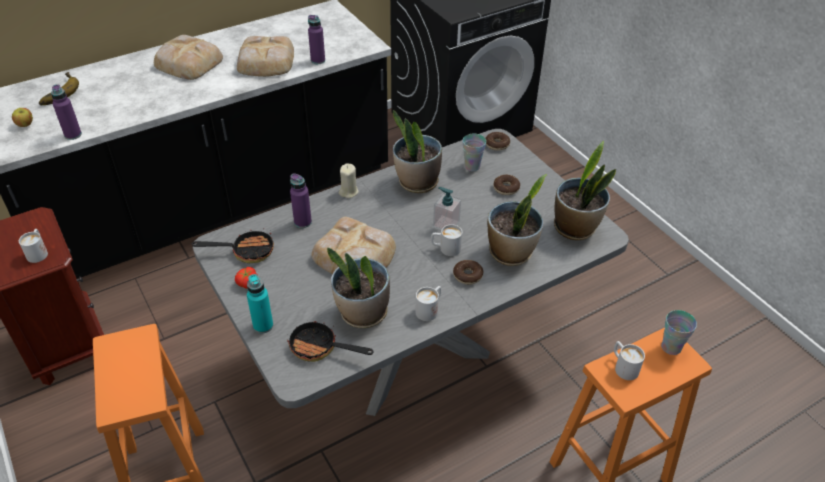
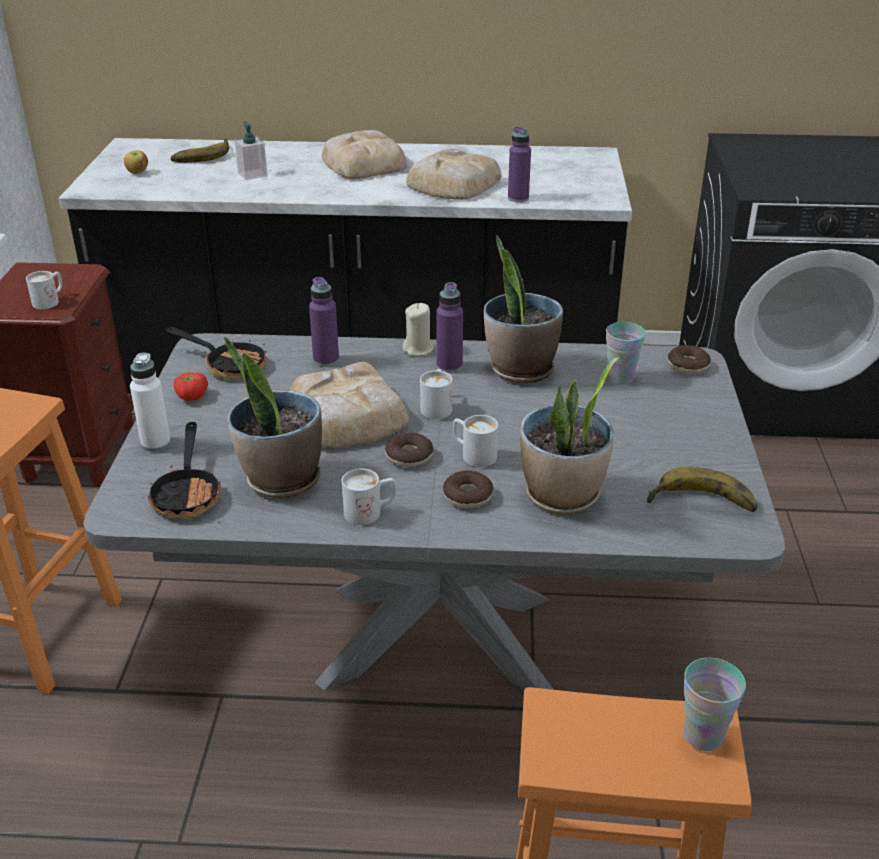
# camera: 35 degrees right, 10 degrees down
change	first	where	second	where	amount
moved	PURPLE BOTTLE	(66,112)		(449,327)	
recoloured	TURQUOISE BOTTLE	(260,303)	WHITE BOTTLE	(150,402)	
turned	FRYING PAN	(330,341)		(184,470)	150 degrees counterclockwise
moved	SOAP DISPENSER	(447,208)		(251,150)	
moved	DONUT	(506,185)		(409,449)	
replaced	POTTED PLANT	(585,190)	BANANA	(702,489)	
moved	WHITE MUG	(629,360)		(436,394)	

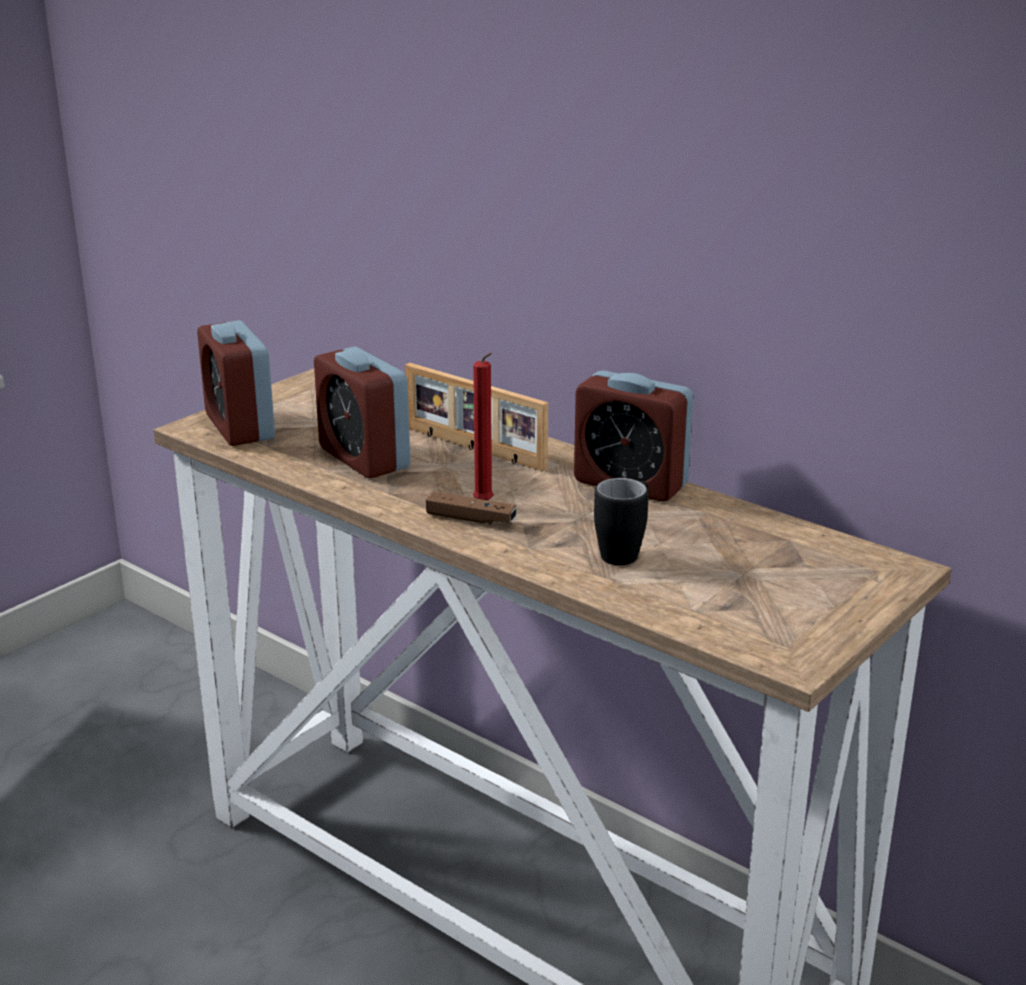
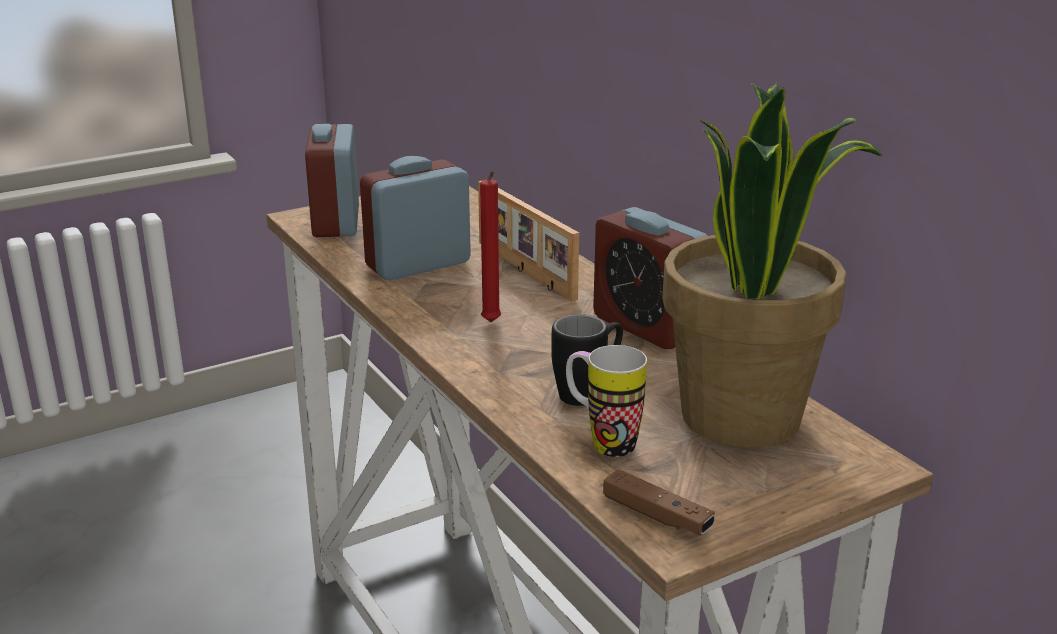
# camera: 20 degrees right, 0 degrees up
change	first	where	second	where	amount
turned	ALARM CLOCK	(362,412)		(415,218)	75 degrees clockwise
moved	BROWN GAME CONTROLLER	(471,508)		(659,502)	
added			MUG	(606,401)	
added			POTTED PLANT	(772,265)	

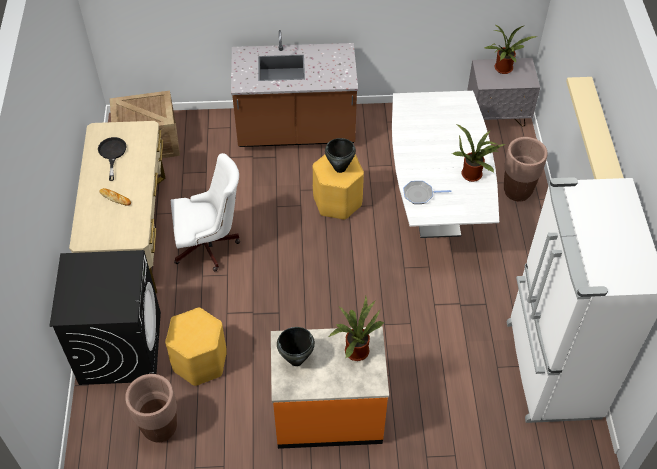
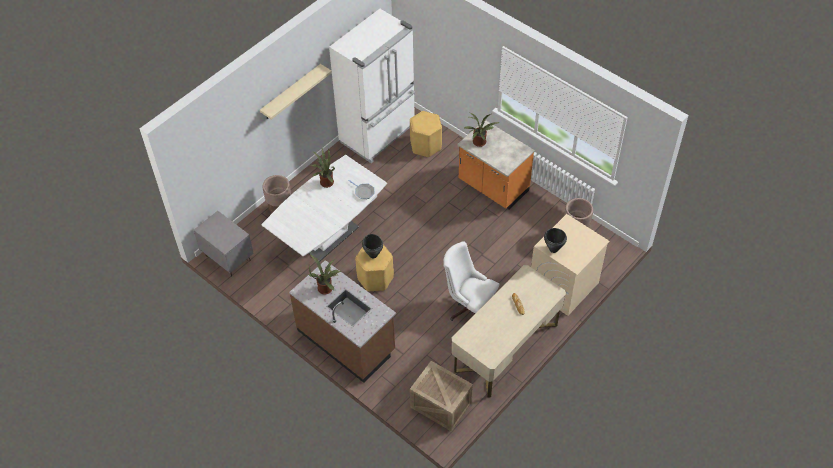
# camera: 135 degrees left, 0 degrees up
change	first	where	second	where	amount
recoloured	BLACK WASHING MACHINE	(105,317)	BEIGE WASHING MACHINE	(570,265)	
removed	BLACK FRYING PAN	(112,159)			
moved	YELLOW STOOL	(196,347)		(426,134)	
moved	BLACK COOKING POT	(296,346)		(555,240)	
moved	POTTED PLANT	(510,49)		(325,274)	

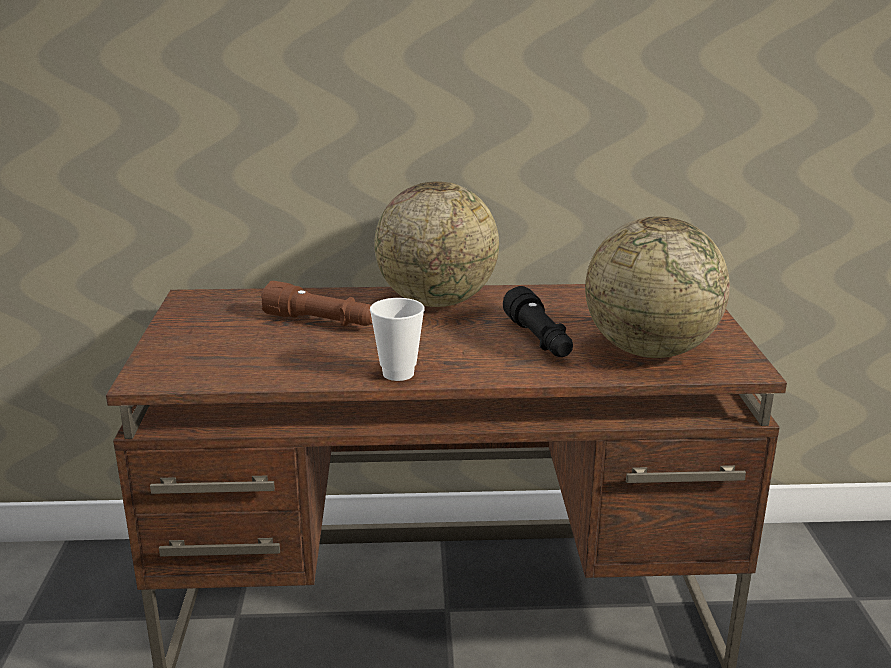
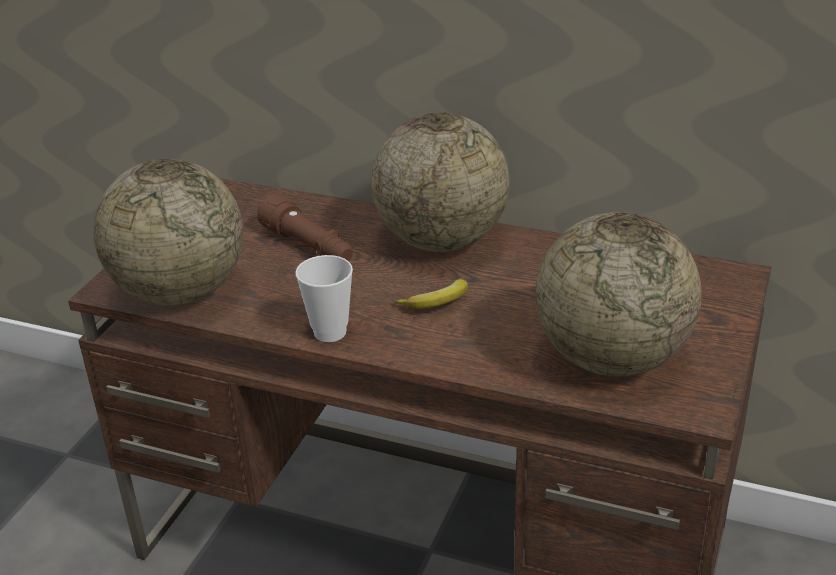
# camera: 25 degrees right, 10 degrees up
change	first	where	second	where	amount
removed	BLACK FLASHLIGHT	(538,321)			
added			GLOBE	(168,232)	
added			BANANA	(431,294)	

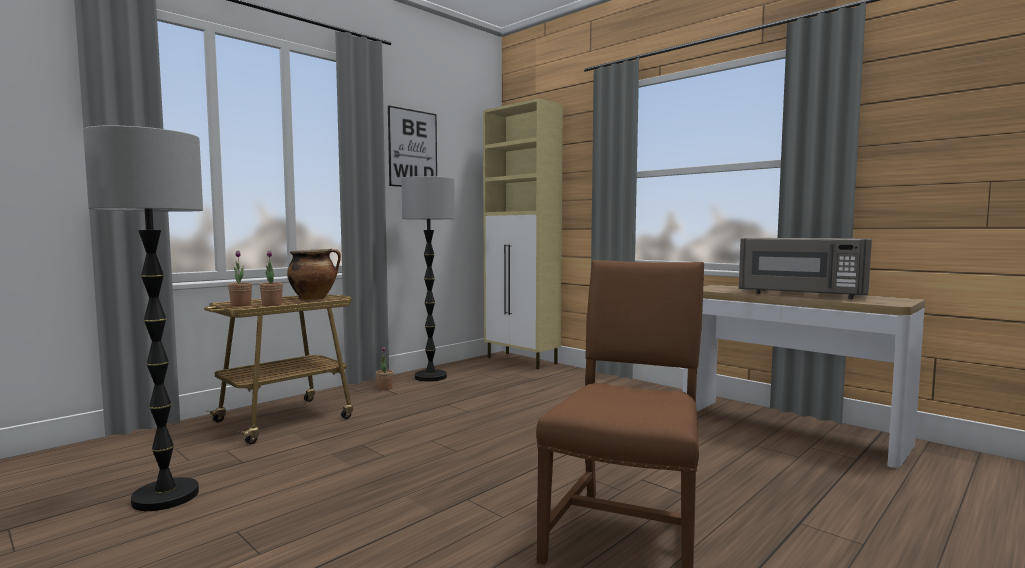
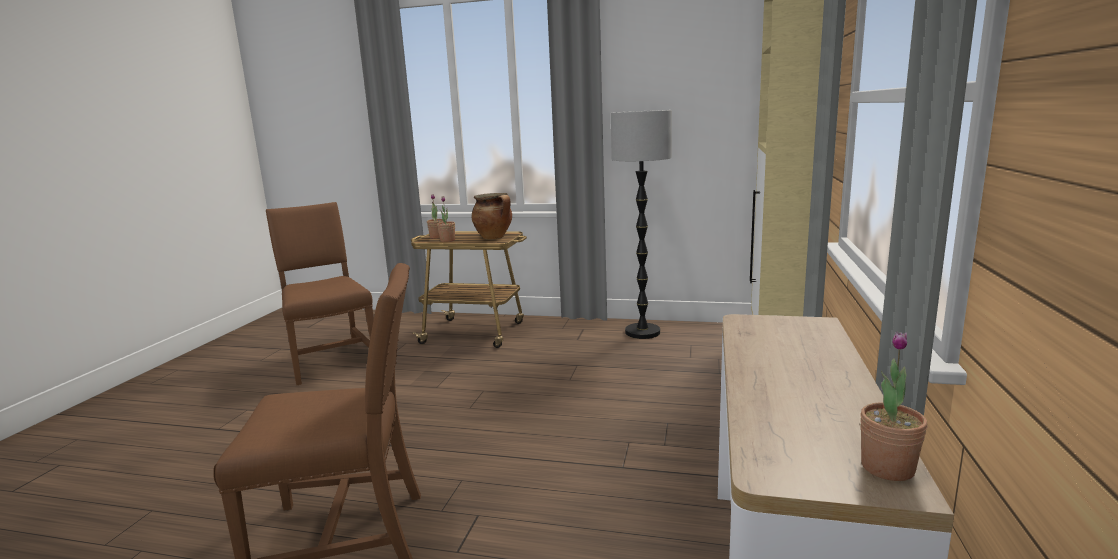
# camera: 60 degrees right, 10 degrees up
change	first	where	second	where	amount
replaced	FLOOR LAMP	(143,318)	BROWN CHAIR	(320,293)	
moved	POTTED PLANT	(384,368)		(894,406)	
removed	PICTURE	(412,146)			
removed	GREY MICROWAVE	(805,268)			

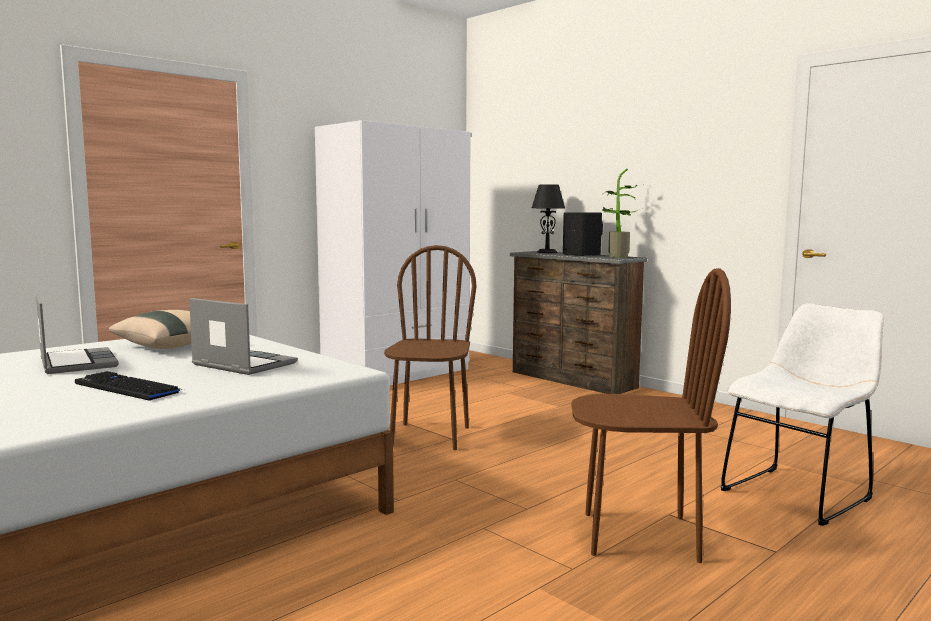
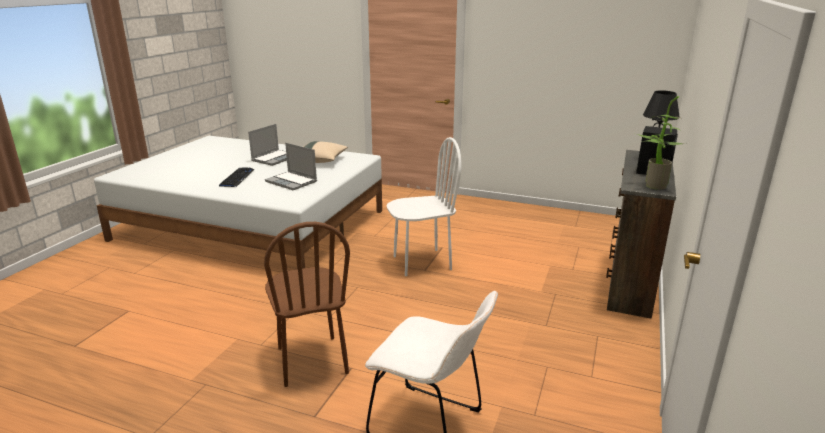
# camera: 65 degrees right, 15 degrees up
change	first	where	second	where	amount
turned	LAPTOP	(243,336)		(291,166)	120 degrees clockwise
removed	WHITE WARDROBE	(393,252)			
recoloured	BROWN CHAIR	(430,347)	WHITE CHAIR	(424,206)	

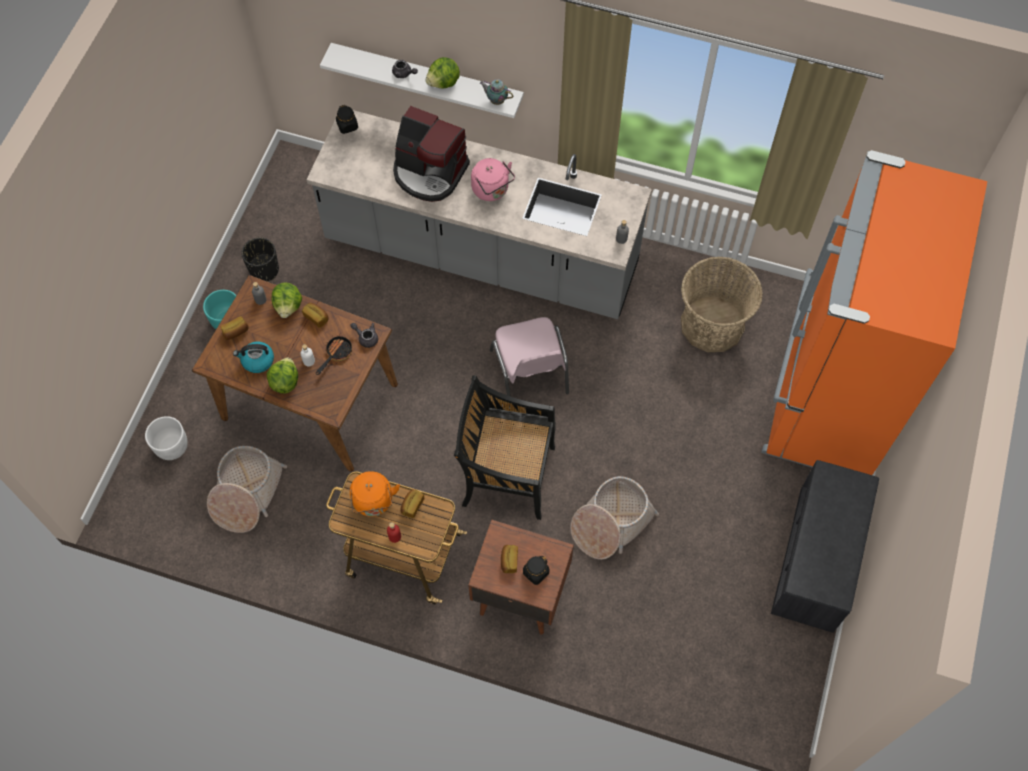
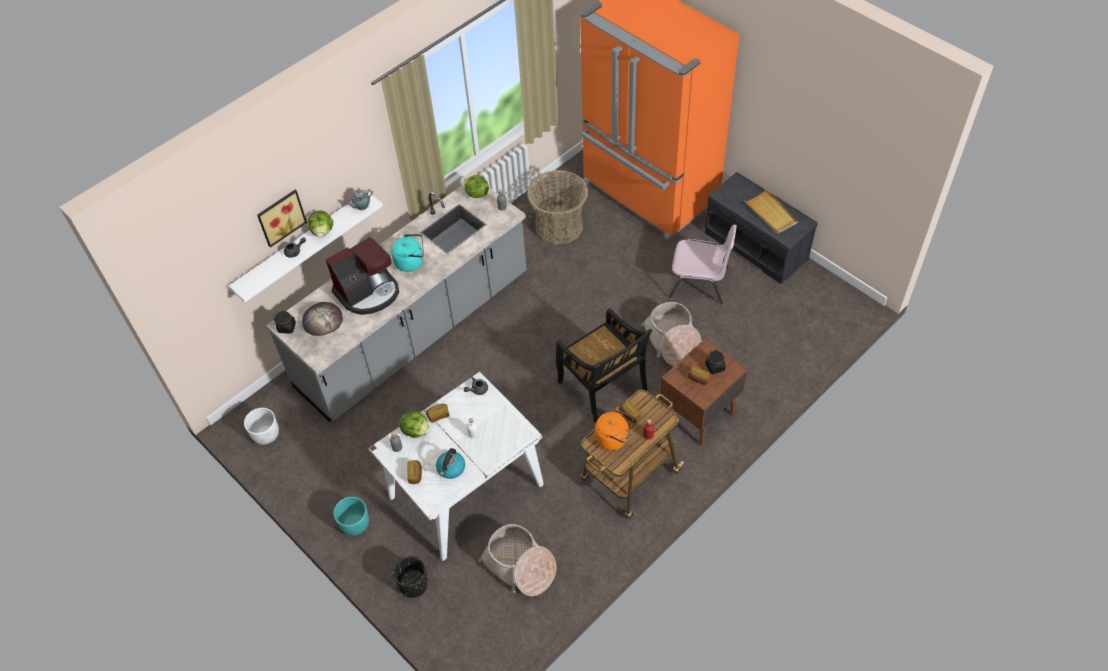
# camera: 60 degrees left, 10 degrees down
change	first	where	second	where	amount
moved	WHITE PLANTER	(166,438)		(261,426)	
recoloured	BROWN DINING TABLE	(295,373)	WHITE DINING TABLE	(456,466)	
moved	BLACK PLANTER	(260,259)		(410,577)	
moved	LETTUCE	(282,376)		(476,186)	
removed	FRYING PAN	(334,354)			
turned	BLACK CHAIR	(505,447)		(604,366)	75 degrees counterclockwise
recoloured	PINK KETTLE	(493,179)	TURQUOISE KETTLE	(407,253)	
moved	PINK CHAIR	(529,362)		(702,264)	
added			PICTURE	(282,219)	
added			BREAD	(322,319)	
added			BEIGE TRAY	(771,211)	

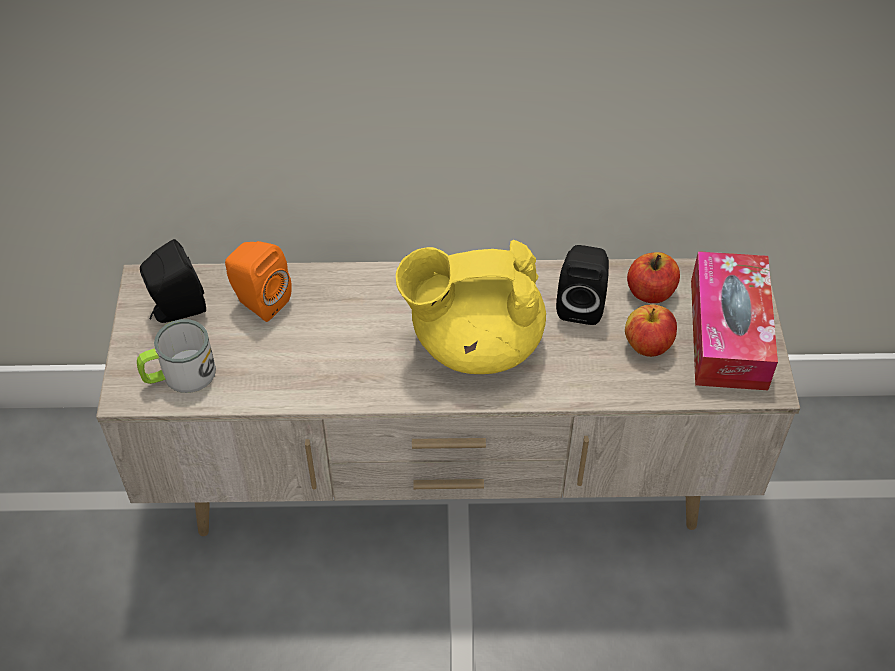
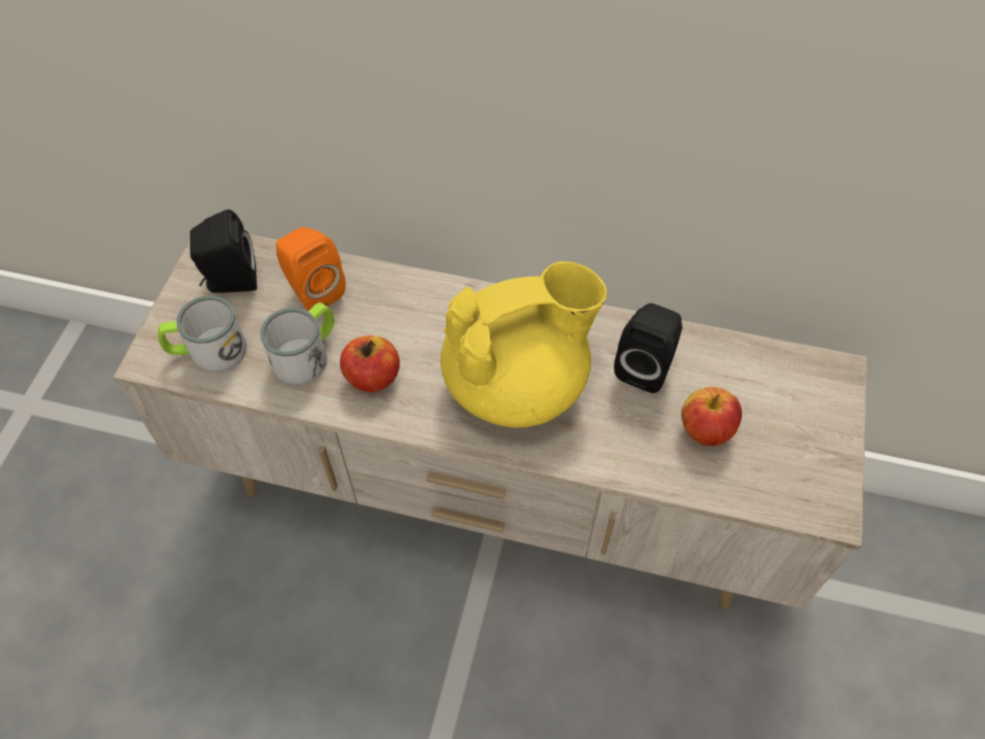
# camera: 15 degrees right, 5 degrees up
change	first	where	second	where	amount
turned	YELLOW TEAPOT	(471,307)		(524,345)	150 degrees clockwise
moved	APPLE	(653,277)		(370,364)	
removed	TISSUE BOX	(734,320)			
added			MUG	(297,343)	

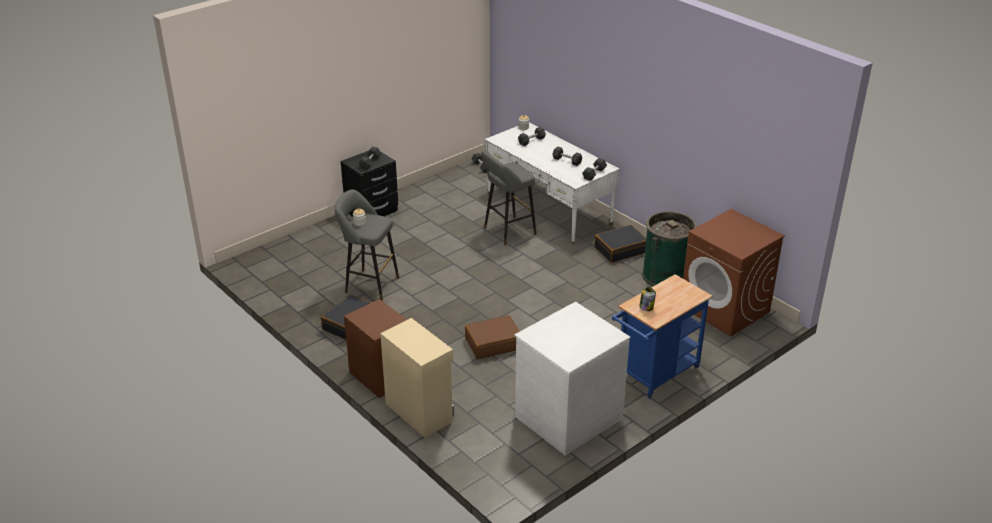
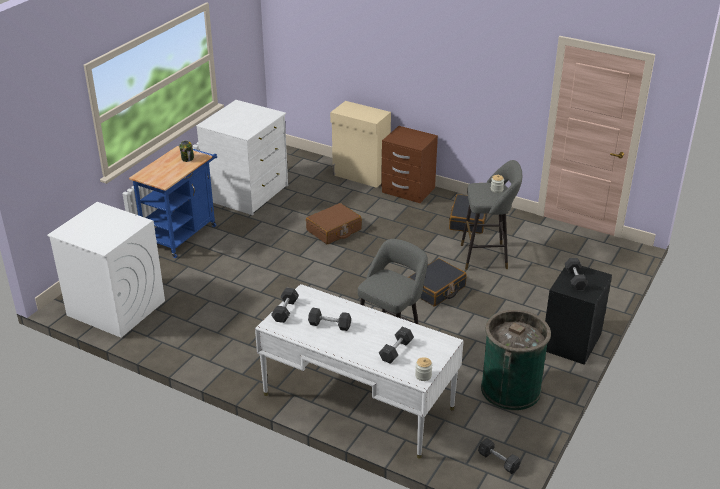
# camera: 160 degrees right, 0 degrees up
change	first	where	second	where	amount
moved	BLACK SUITCASE	(620,244)		(437,282)	
moved	GREEN TRASH CAN	(669,248)		(516,360)	
recoloured	BROWN WASHING MACHINE	(734,272)	WHITE WASHING MACHINE	(106,270)	

